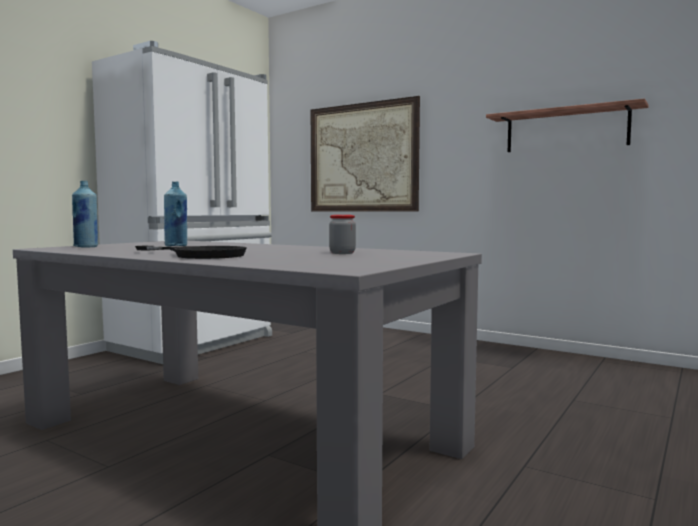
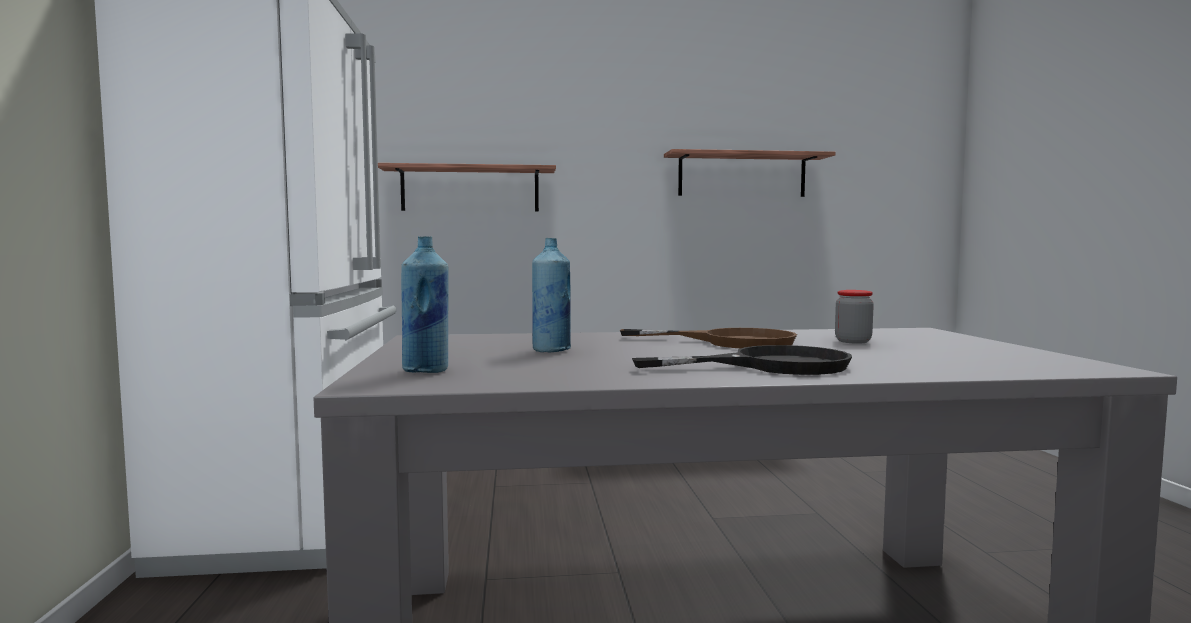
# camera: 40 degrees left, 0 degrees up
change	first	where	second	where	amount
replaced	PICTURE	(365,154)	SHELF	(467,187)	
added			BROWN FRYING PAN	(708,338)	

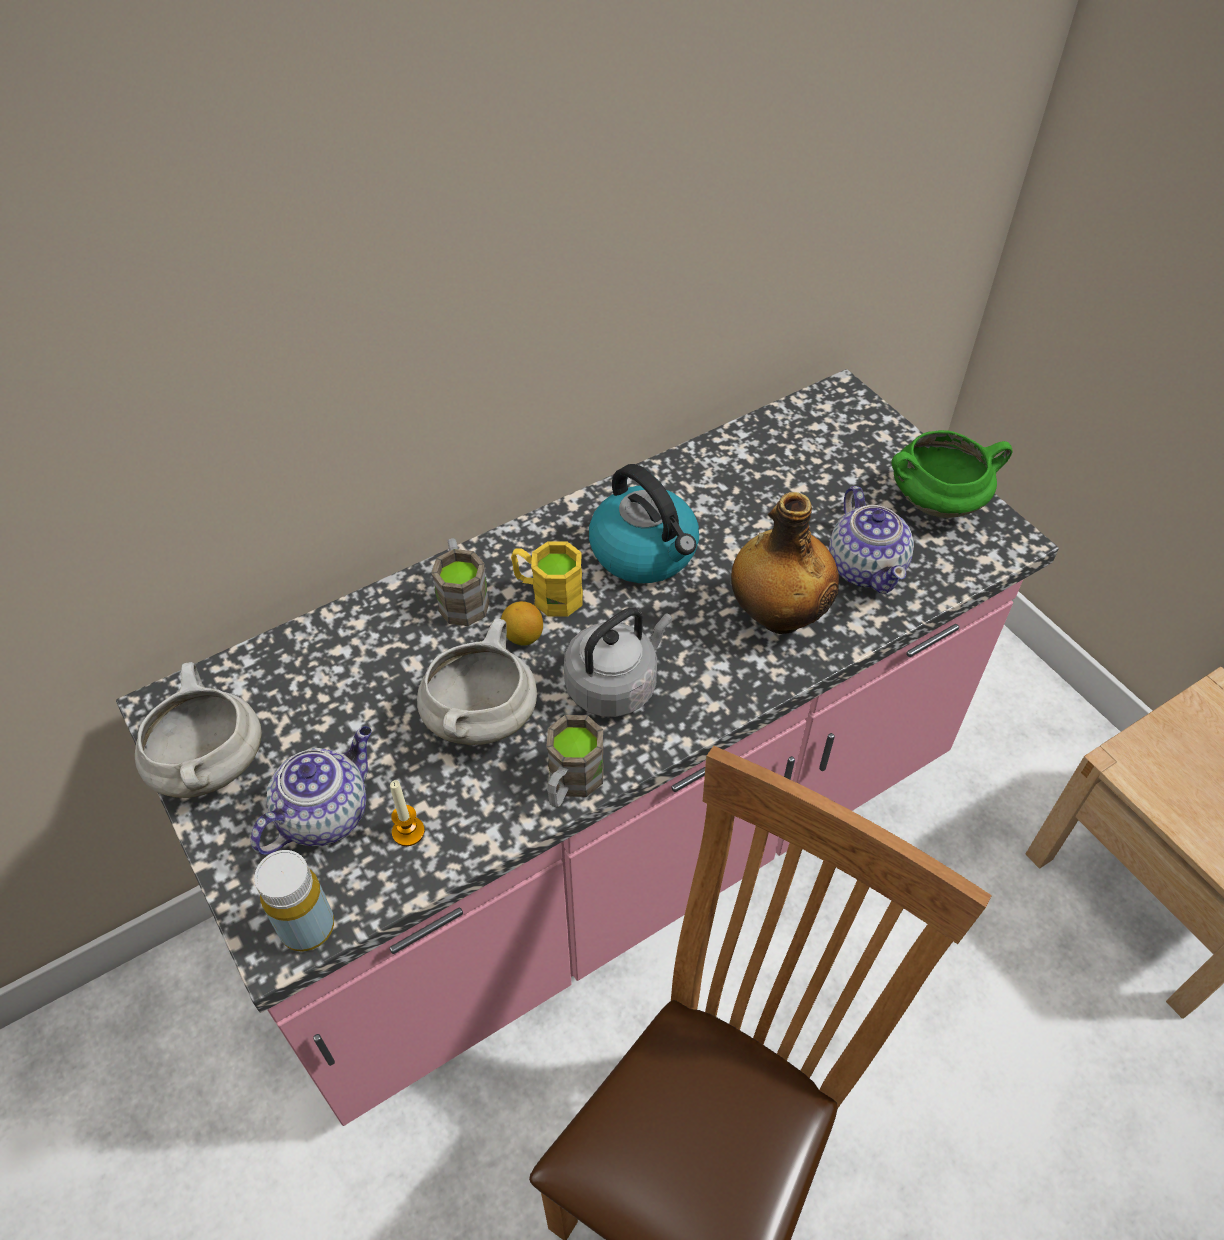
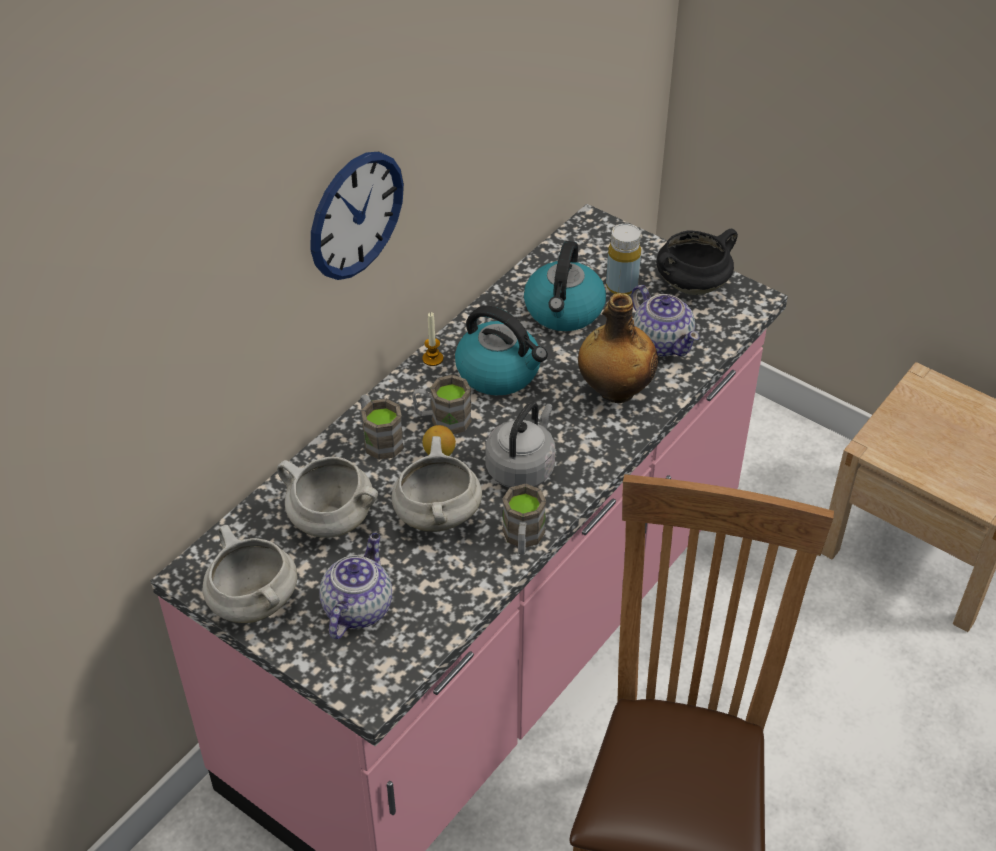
# camera: 20 degrees left, 5 degrees down
change	first	where	second	where	amount
moved	YELLOW BOTTLE	(294,901)		(623,259)	
moved	CANDLE	(407,813)		(432,339)	
recoloured	YELLOW MUG	(547,579)	BROWN MUG	(442,404)	
recoloured	GREEN COOKING POT	(952,474)	BLACK COOKING POT	(697,262)	
added			WHITE COOKING POT	(327,497)	
added			WALL CLOCK	(357,216)	
added			KETTLE	(565,286)	

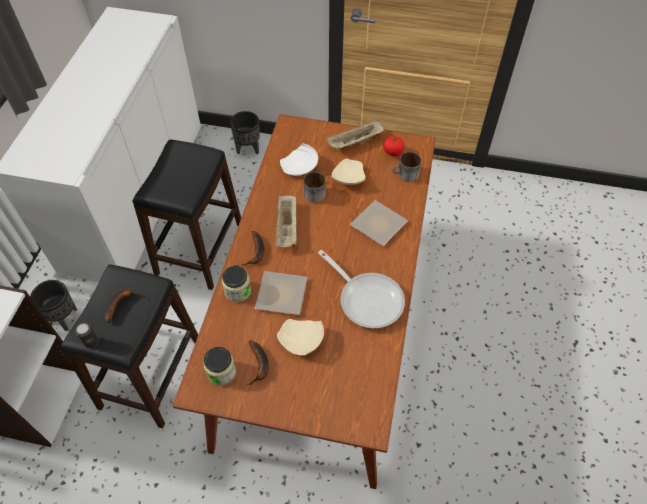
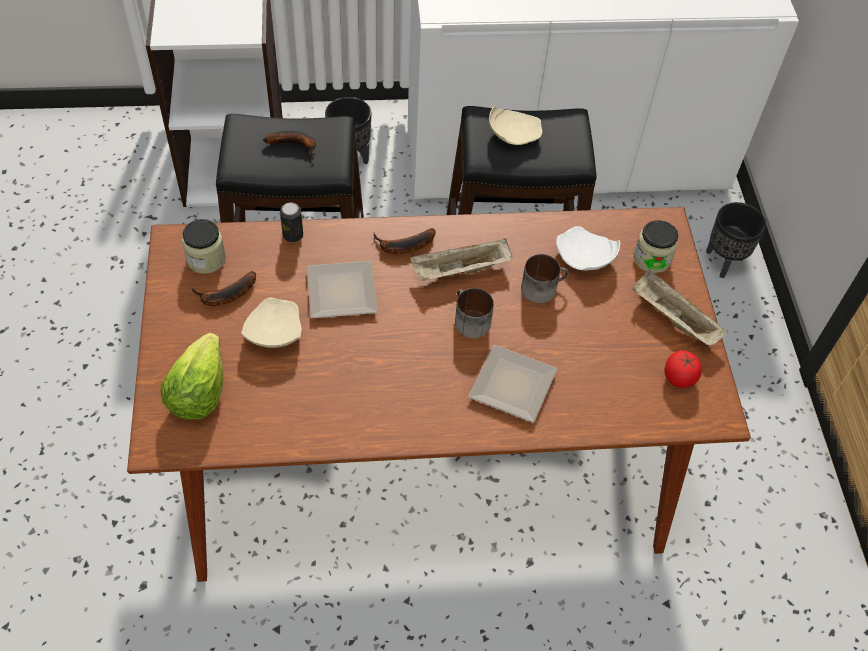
# camera: 70 degrees right, 0 degrees up
change	first	where	second	where	amount
moved	CAN	(87,335)		(291,222)	
moved	JAR	(236,283)		(655,246)	
removed	FRYING PAN	(361,289)			
moved	BEIGE PLATE	(348,172)		(515,125)	
moved	MUG	(406,167)		(474,313)	
added			LETTUCE	(192,376)	

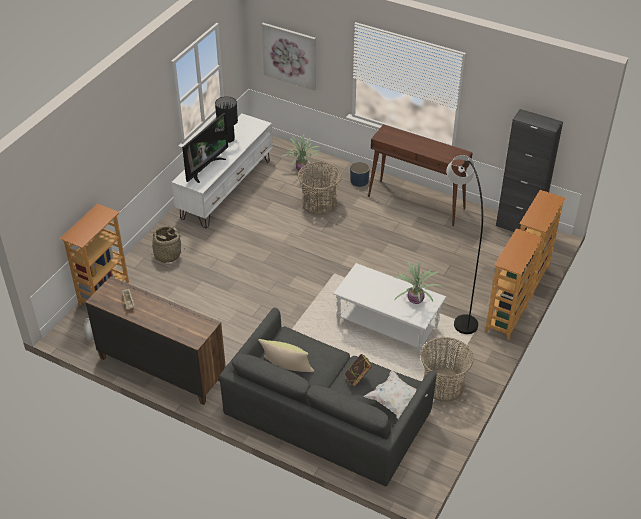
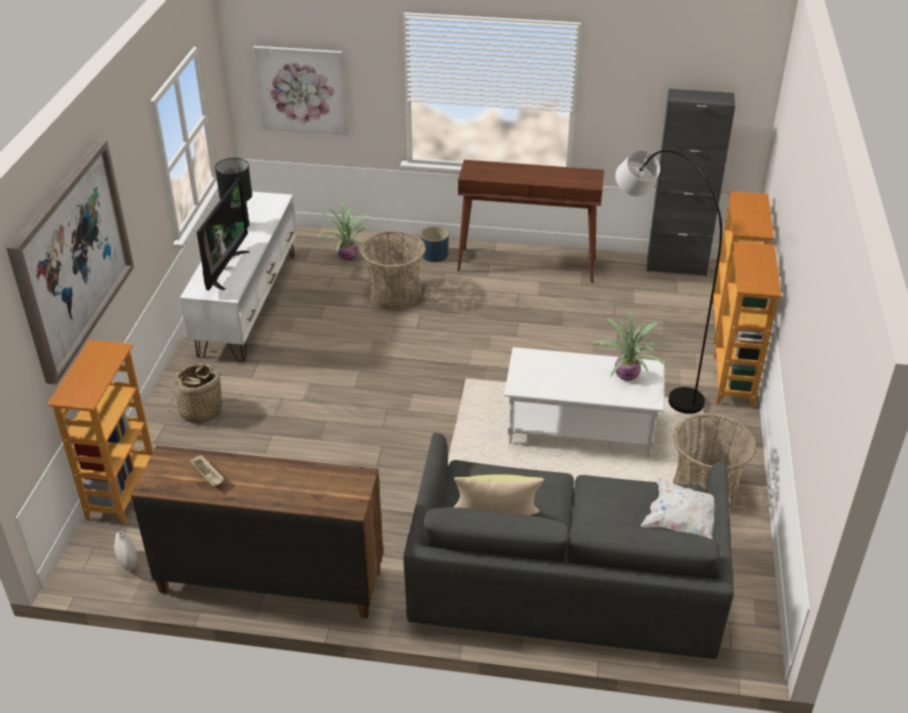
# camera: 20 degrees left, 5 degrees down
change	first	where	second	where	amount
removed	BOOK	(358,370)			
added			PICTURE	(70,262)	

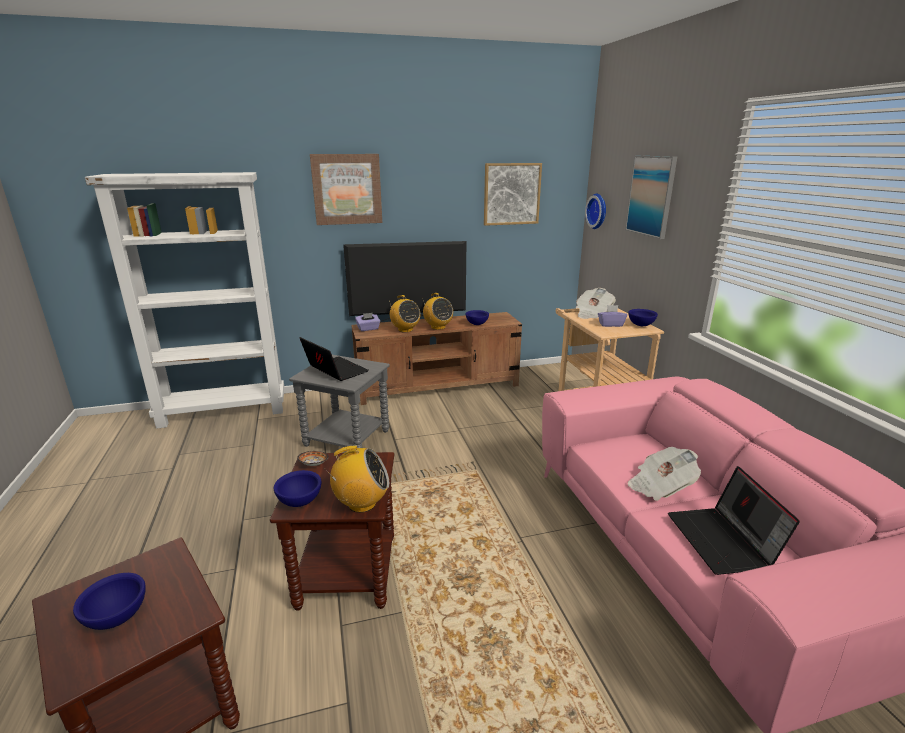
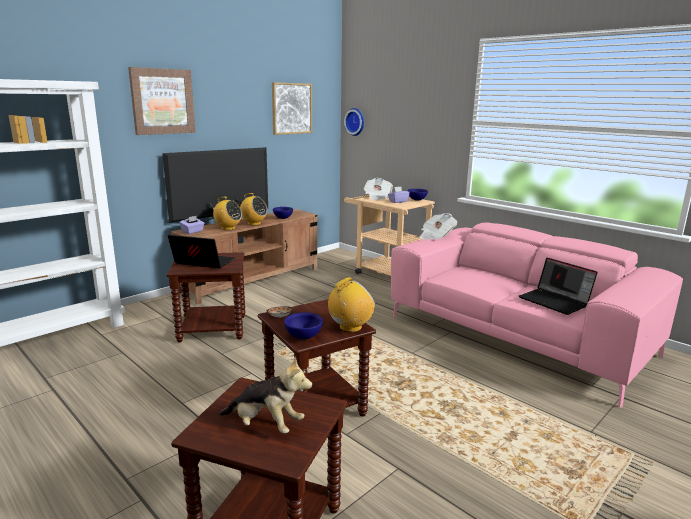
# camera: 30 degrees left, 5 degrees down
change	first	where	second	where	amount
replaced	BLUE BOWL	(109,601)	PLUSH TOY	(265,394)	
recoloured	GREY SIDE TABLE	(339,401)	BROWN SIDE TABLE	(206,297)	
removed	PICTURE	(651,197)			
moved	NEWSPAPER	(664,474)		(438,226)	

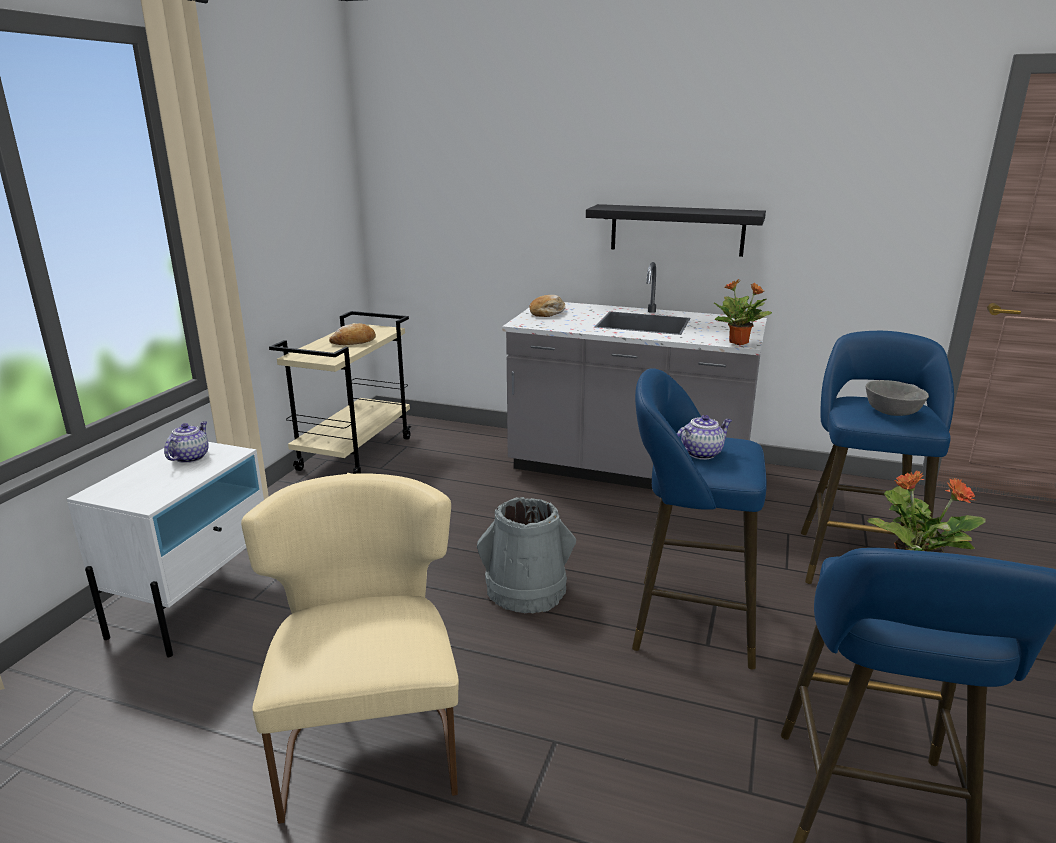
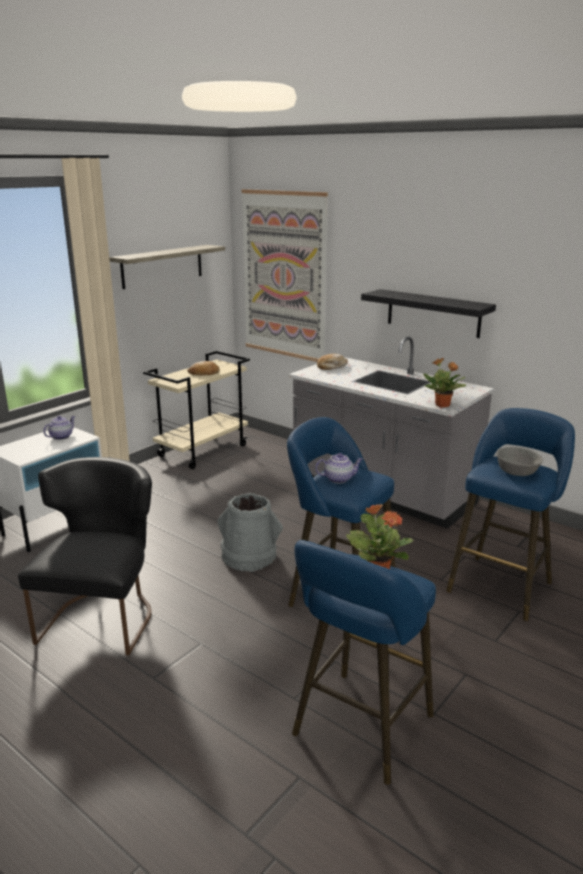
# camera: 20 degrees right, 0 degrees up
change	first	where	second	where	amount
recoloured	BEIGE CHAIR	(350,648)	BLACK CHAIR	(85,556)	
added			SHELF	(167,267)	
added			PICTURE	(285,275)	

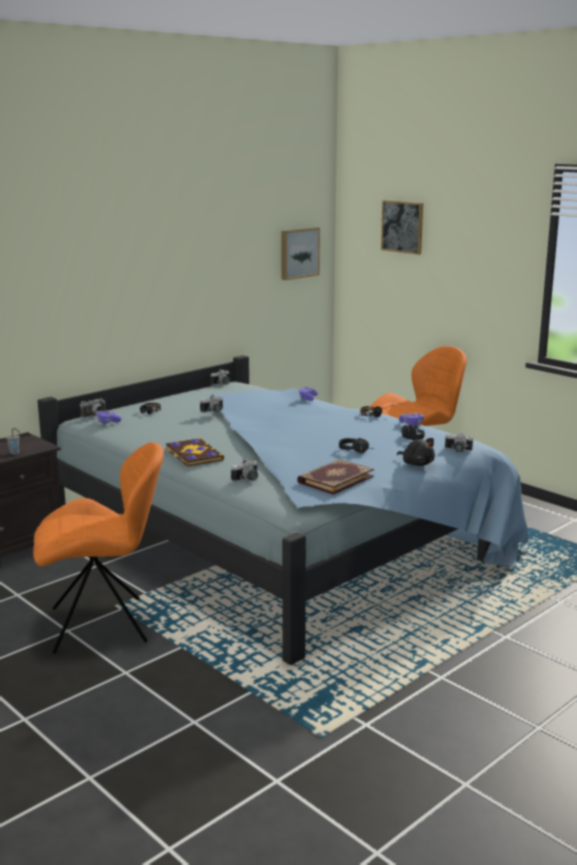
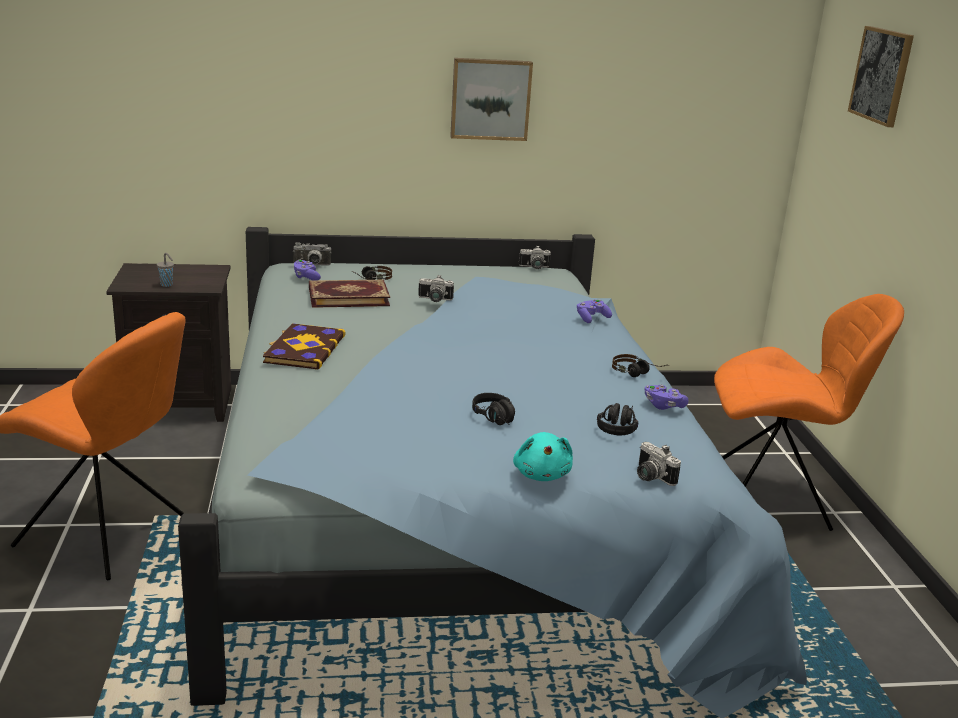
# camera: 35 degrees right, 5 degrees up
change	first	where	second	where	amount
removed	PHOTO CAMERA	(244,470)			
moved	PICTURE	(300,253)		(491,99)	
moved	BOOK	(335,477)		(349,294)	
recoloured	BLACK PLUSH TOY	(416,452)	TURQUOISE PLUSH TOY	(543,456)	

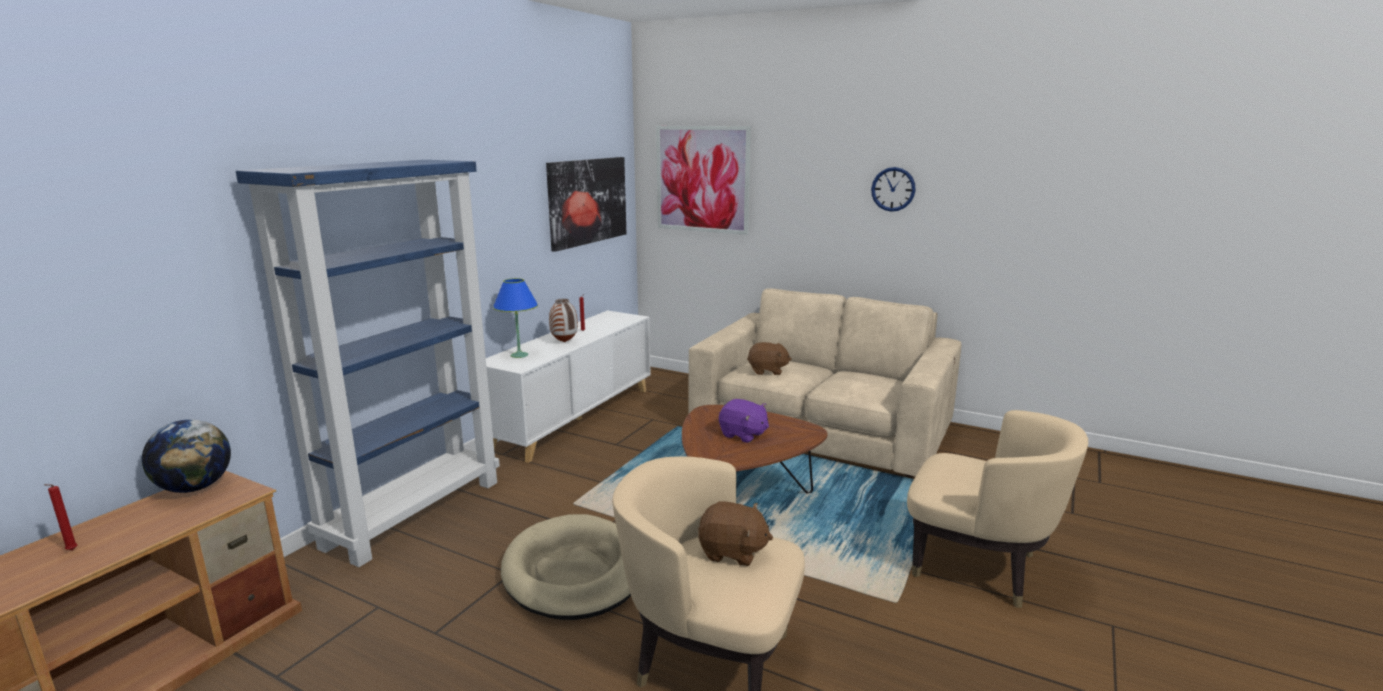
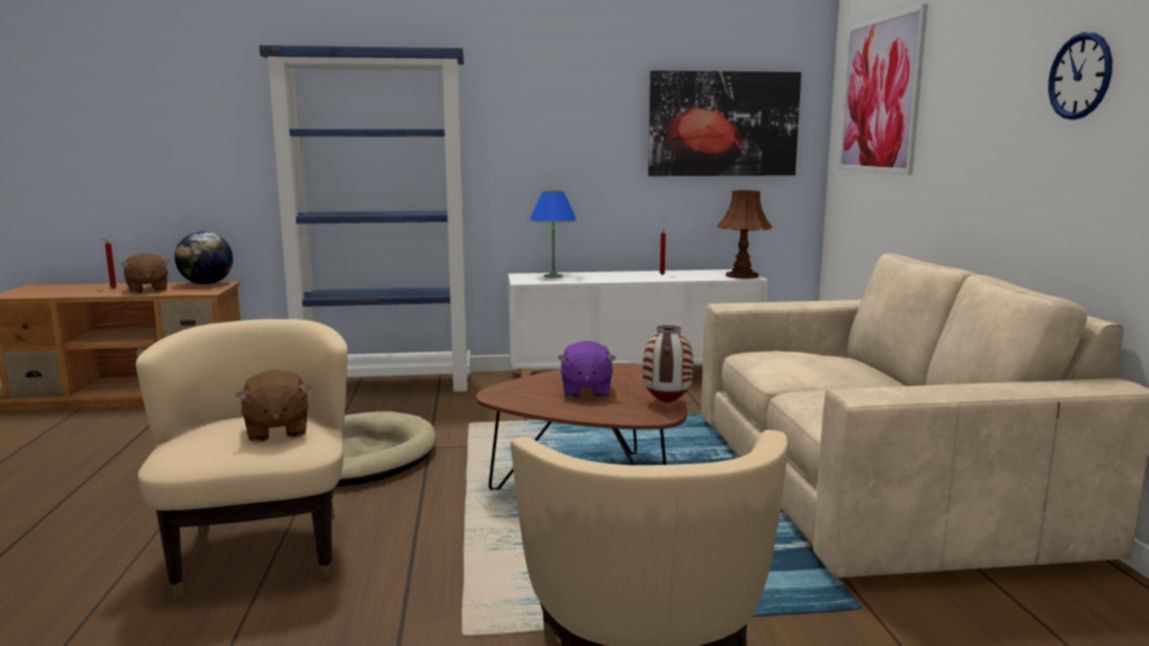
# camera: 55 degrees right, 5 degrees down
change	first	where	second	where	amount
moved	VASE	(563,320)		(668,364)	
moved	BROWN PLUSH TOY	(769,358)		(145,273)	
added			BROWN TABLE LAMP	(744,234)	

